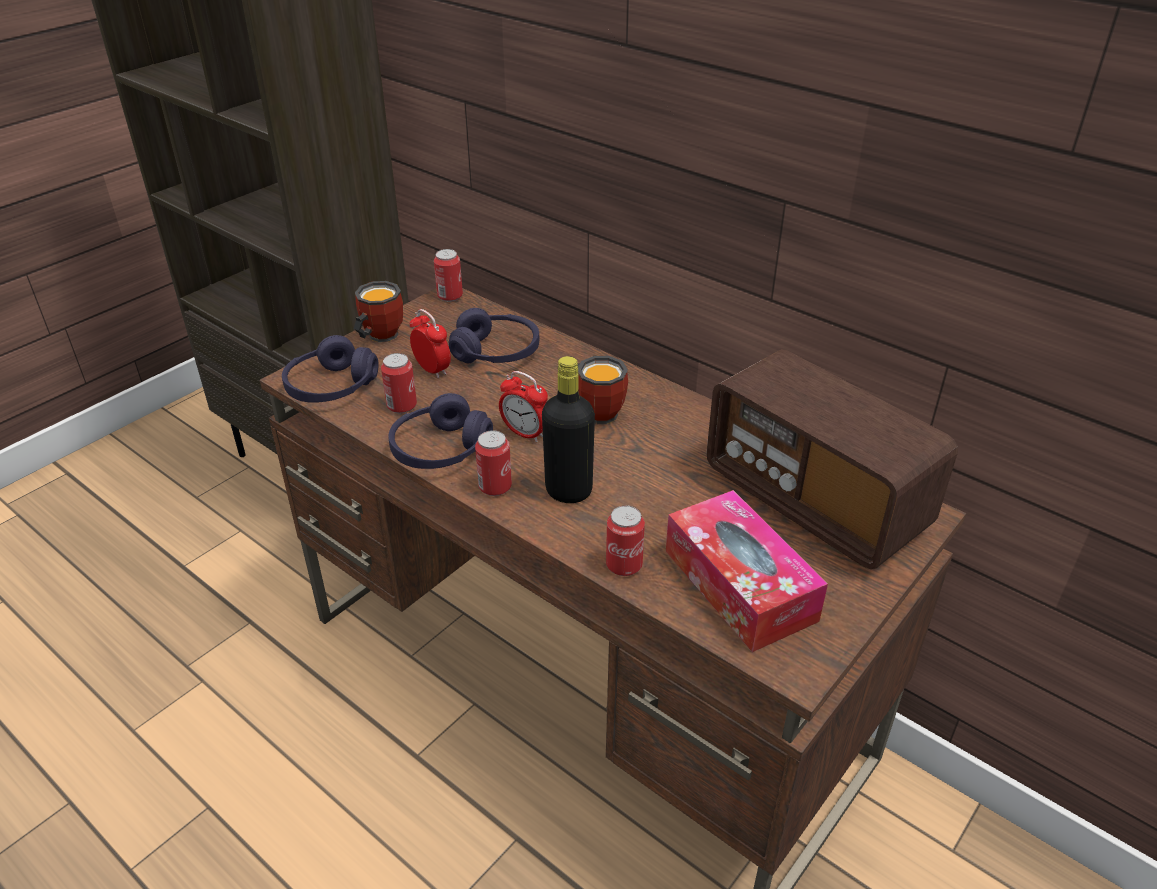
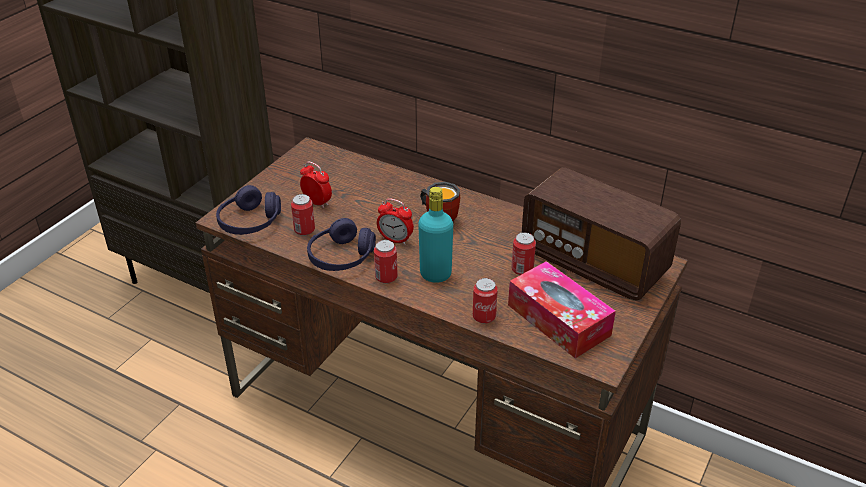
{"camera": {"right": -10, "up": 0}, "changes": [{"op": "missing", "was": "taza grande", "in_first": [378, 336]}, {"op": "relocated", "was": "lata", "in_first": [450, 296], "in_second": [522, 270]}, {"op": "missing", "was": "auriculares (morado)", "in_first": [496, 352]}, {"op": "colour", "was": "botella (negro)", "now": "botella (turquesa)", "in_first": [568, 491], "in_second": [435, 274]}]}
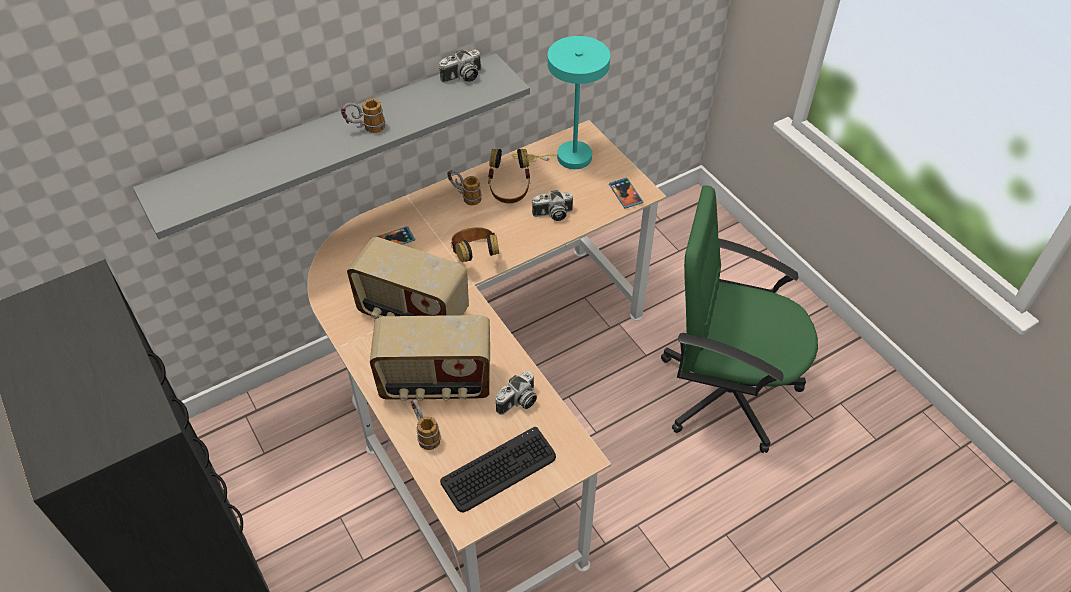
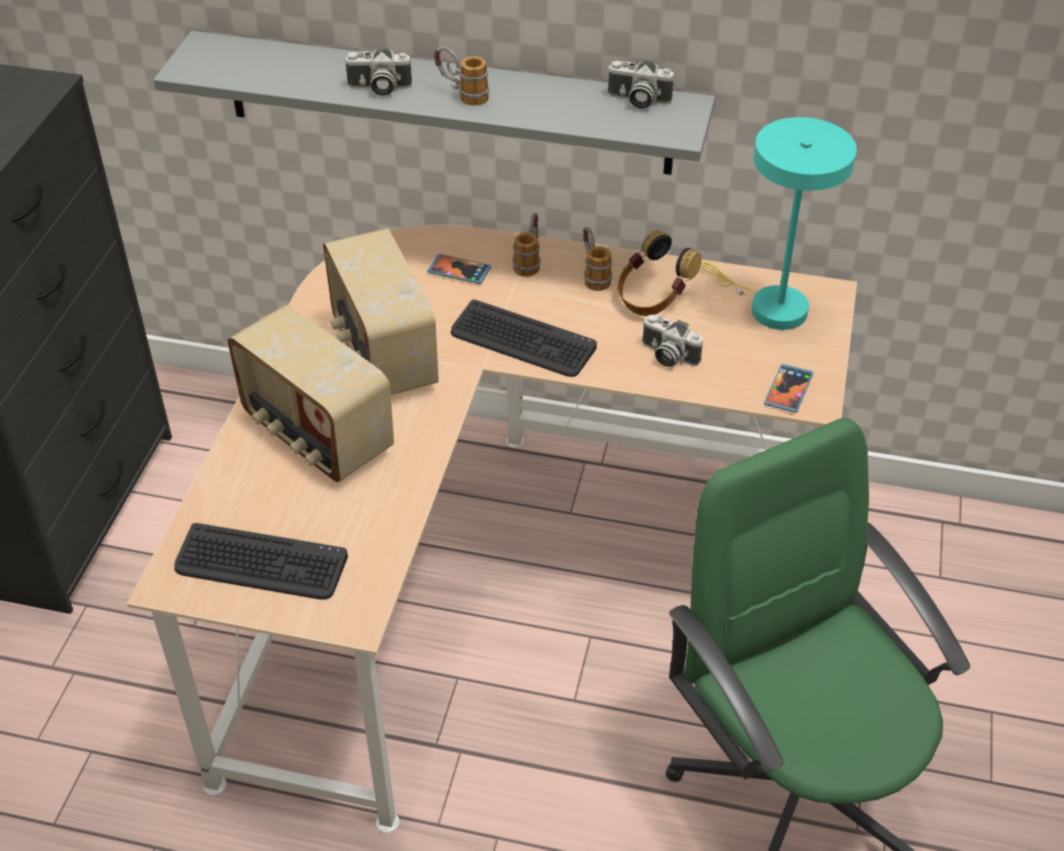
{"camera": {"right": 45, "up": -5}, "changes": [{"op": "relocated", "was": "taza grande", "in_first": [424, 433], "in_second": [529, 261]}, {"op": "exchanged", "was": "auriculares", "now": "teclado", "in_first": [475, 255], "in_second": [522, 341]}, {"op": "relocated", "was": "cámara", "in_first": [518, 402], "in_second": [378, 88]}]}
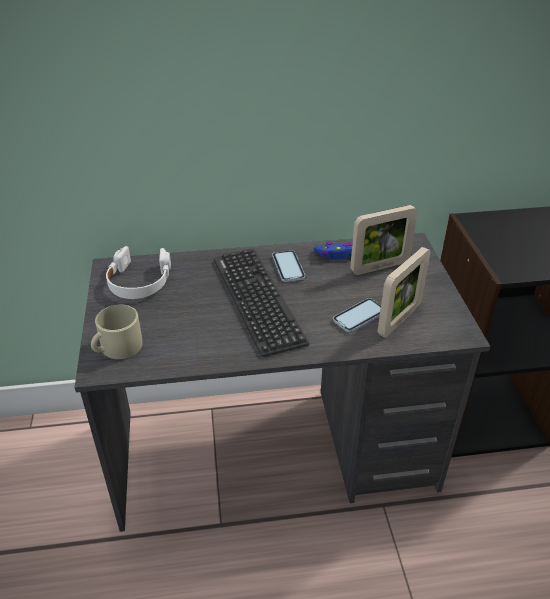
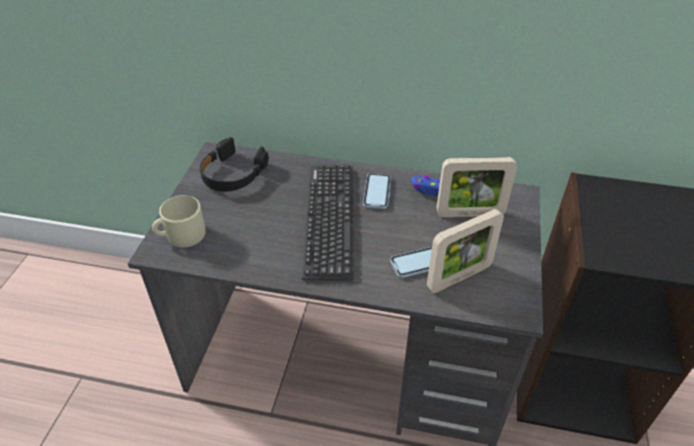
{"camera": {"right": 20, "up": 5}, "changes": [{"op": "colour", "was": "auriculares (blanco)", "now": "auriculares (negro)", "in_first": [139, 281], "in_second": [232, 174]}]}
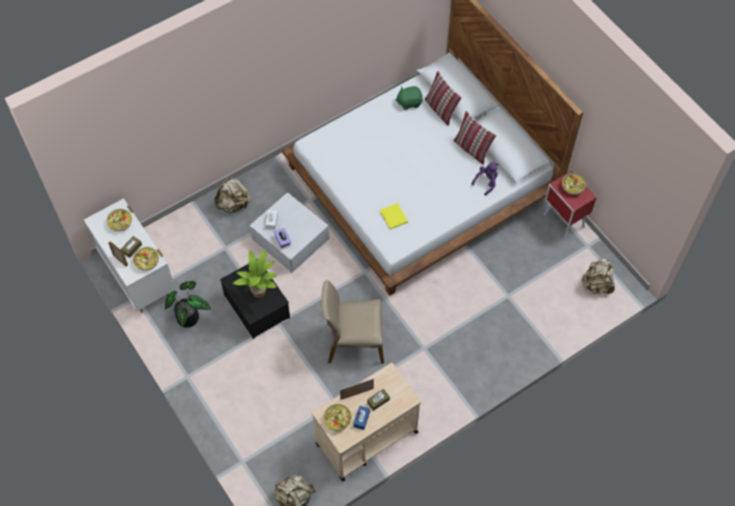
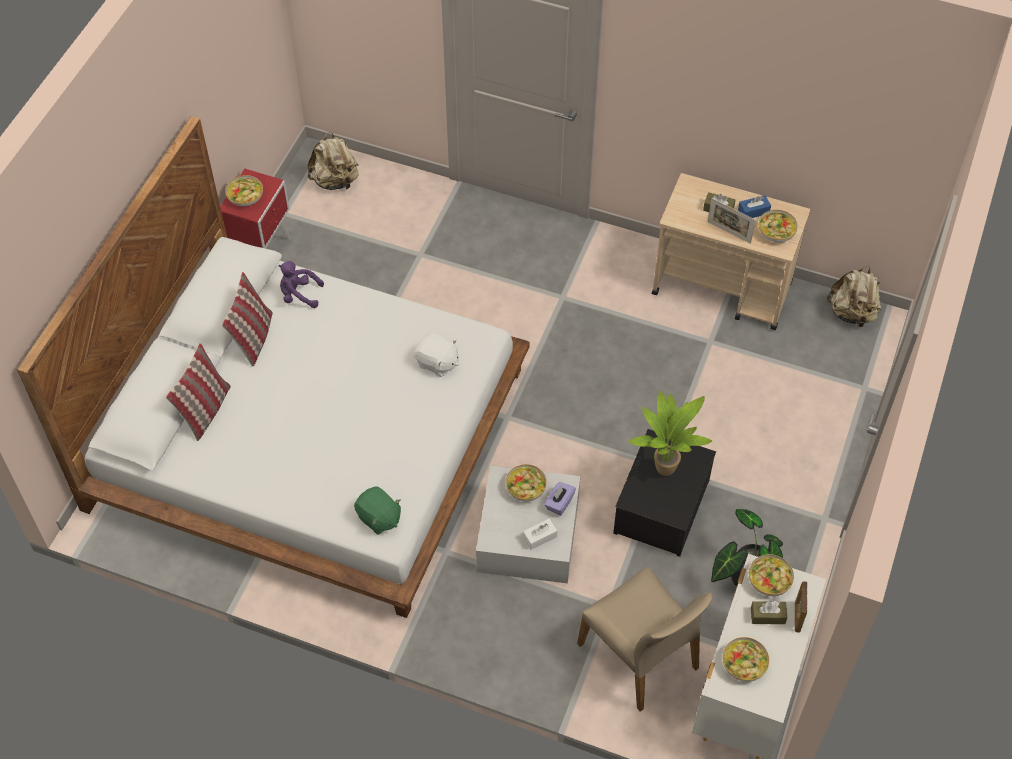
{"camera": {"right": -125, "up": -5}, "changes": [{"op": "missing", "was": "mochila (beis)", "in_first": [234, 204]}, {"op": "relocated", "was": "silla (beis)", "in_first": [354, 341], "in_second": [640, 656]}, {"op": "exchanged", "was": "libro (amarillo)", "now": "peluche (blanco)", "in_first": [394, 217], "in_second": [437, 363]}, {"op": "relocated", "was": "peluche (verde)", "in_first": [409, 102], "in_second": [378, 518]}, {"op": "appeared", "now": "cuenco", "in_second": [525, 488]}]}
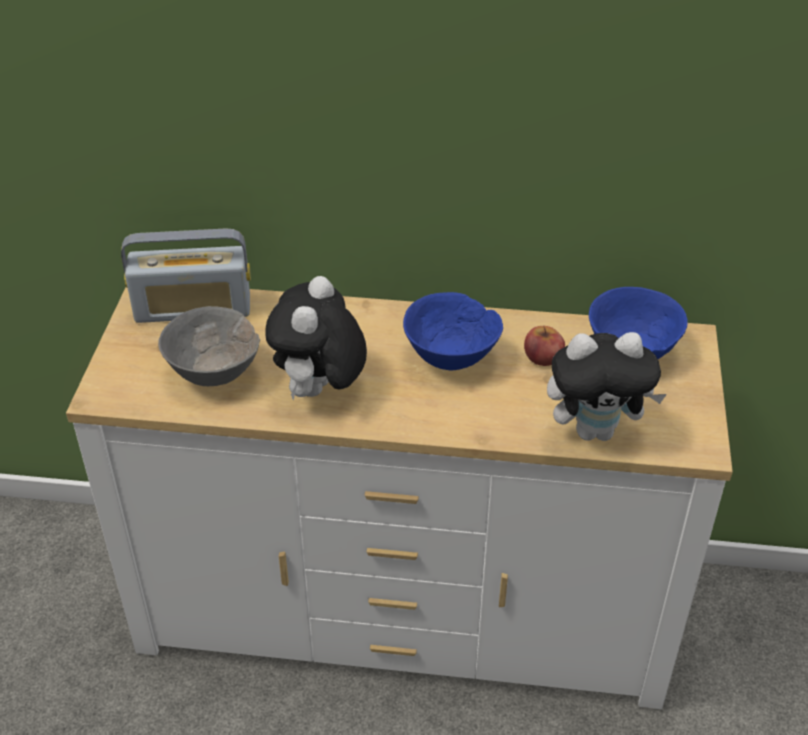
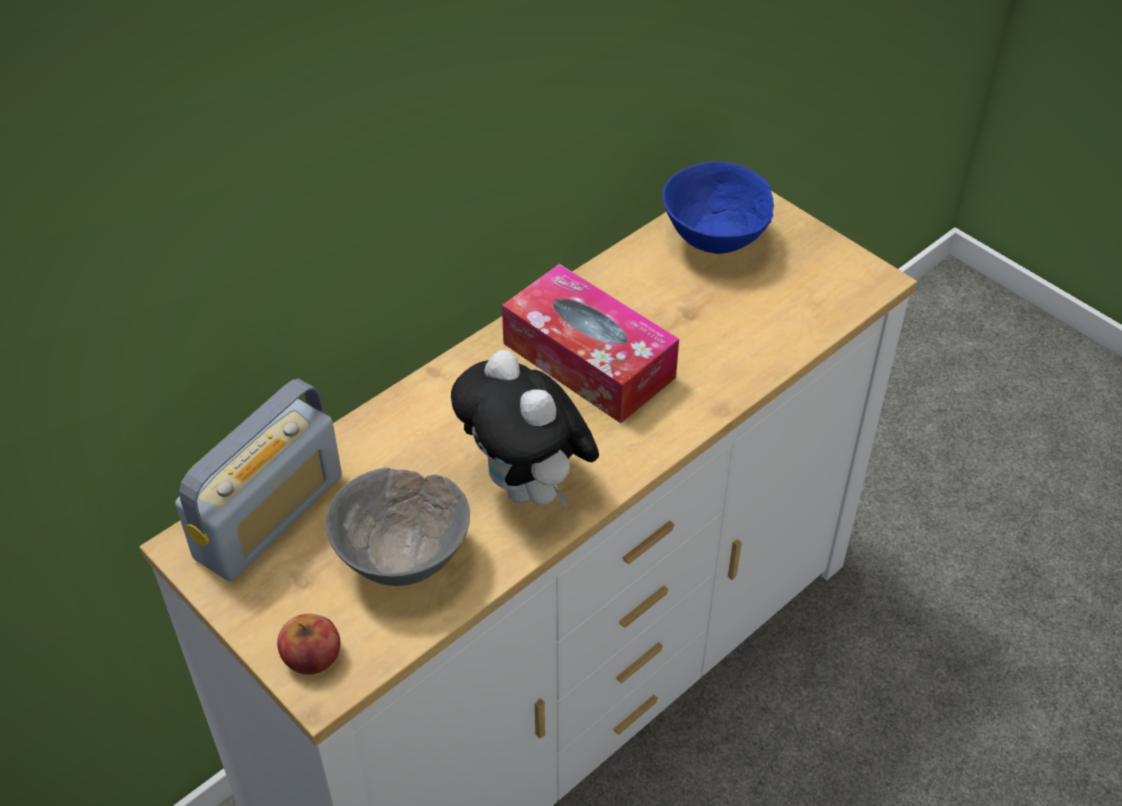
{"camera": {"right": -50, "up": 5}, "changes": [{"op": "exchanged", "was": "cuenco (azul)", "now": "caja de pañuelos", "in_first": [451, 358], "in_second": [588, 360]}, {"op": "relocated", "was": "manzana", "in_first": [543, 356], "in_second": [312, 655]}, {"op": "missing", "was": "peluche", "in_first": [596, 430]}]}
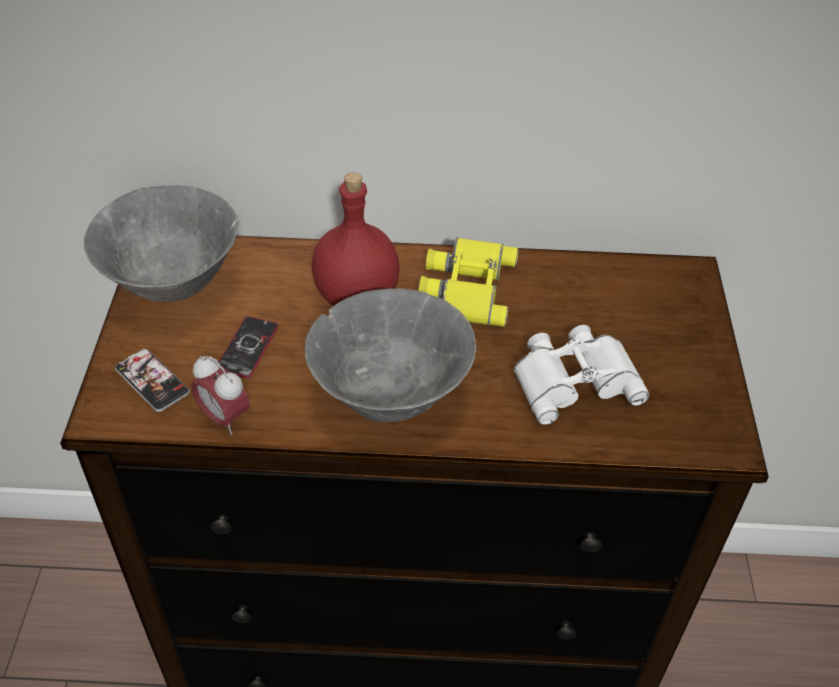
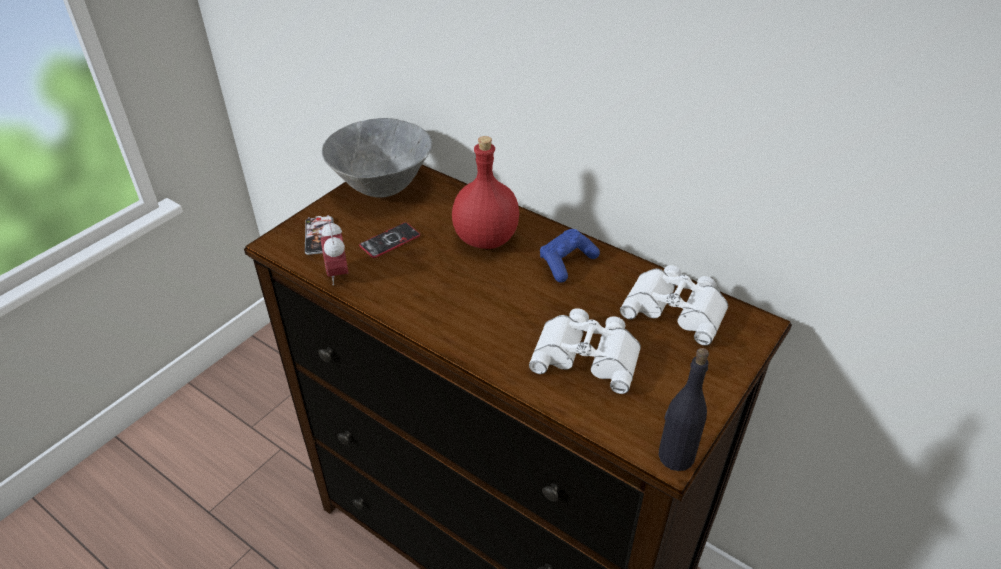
{"camera": {"right": 35, "up": -5}, "changes": [{"op": "missing", "was": "cuenco (gris)", "in_first": [390, 397]}, {"op": "exchanged", "was": "prismáticos (amarillo)", "now": "mando de consola (azul)", "in_first": [466, 287], "in_second": [566, 263]}, {"op": "appeared", "now": "prismáticos (blanco)", "in_second": [676, 308]}, {"op": "appeared", "now": "botella (negro)", "in_second": [675, 456]}]}
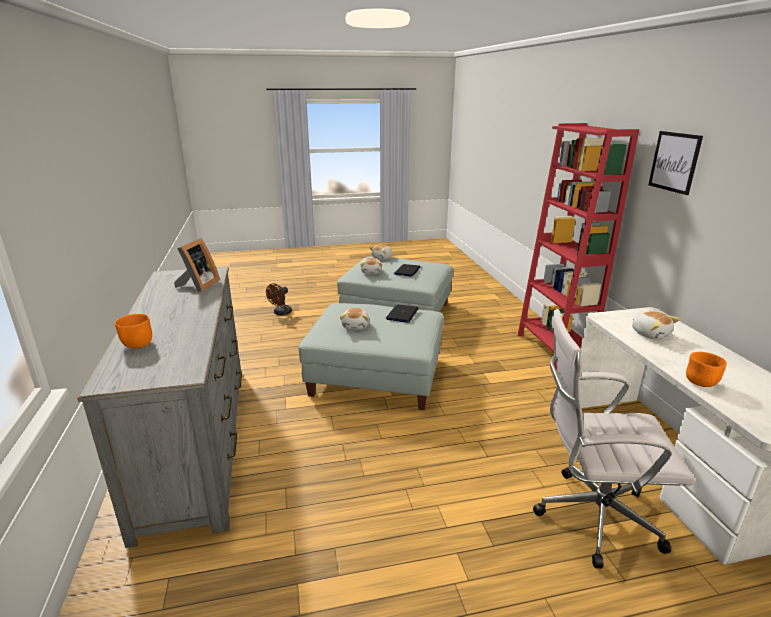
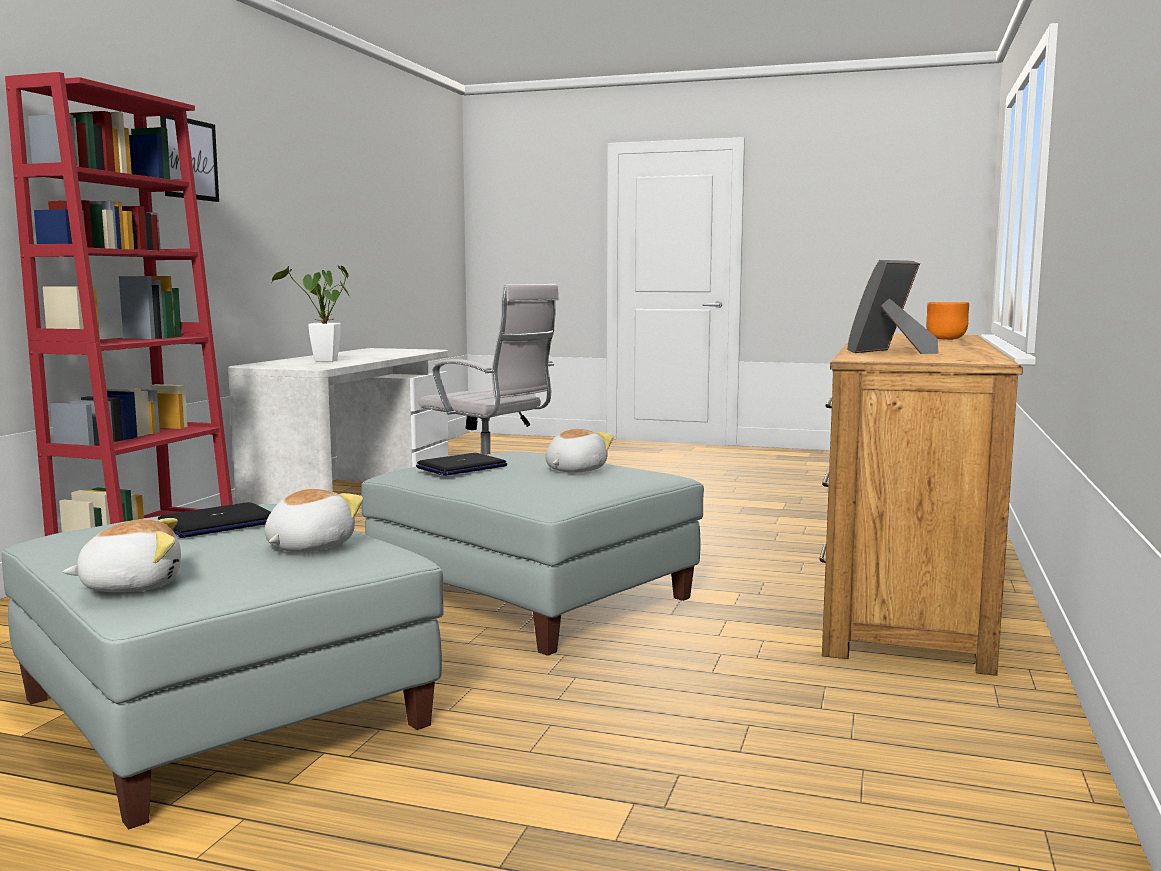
{"camera": {"right": -150, "up": -15}, "changes": [{"op": "colour", "was": "cómoda (gris)", "now": "cómoda (marrón)", "in_first": [197, 440], "in_second": [905, 588]}, {"op": "missing", "was": "ventilador (marrón)", "in_first": [281, 313]}, {"op": "exchanged", "was": "peluche", "now": "planta en maceta", "in_first": [650, 334], "in_second": [323, 361]}, {"op": "missing", "was": "cuenco (naranja)", "in_first": [701, 383]}]}
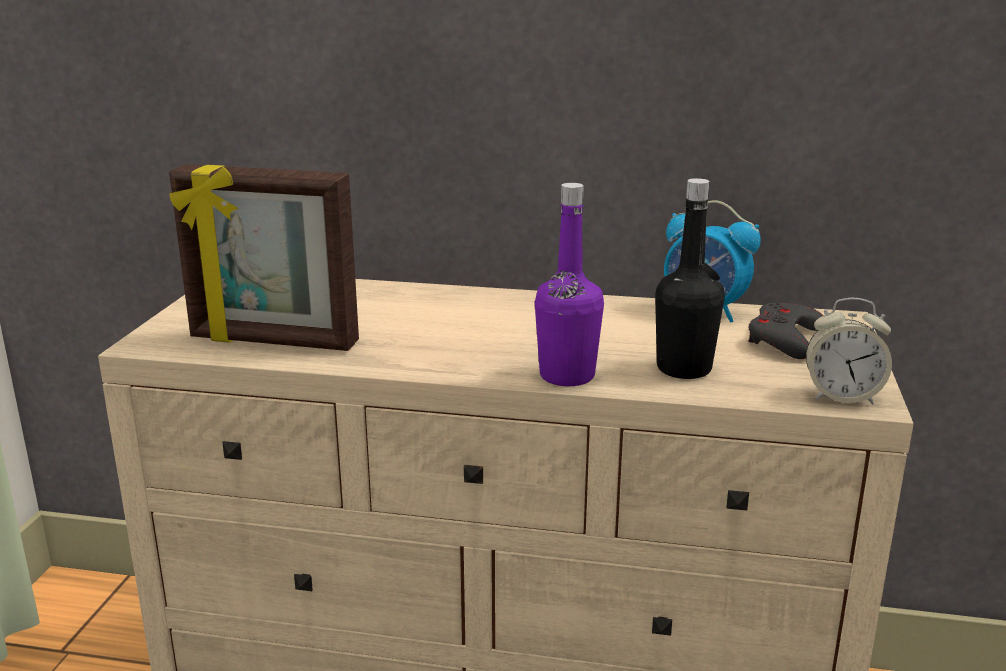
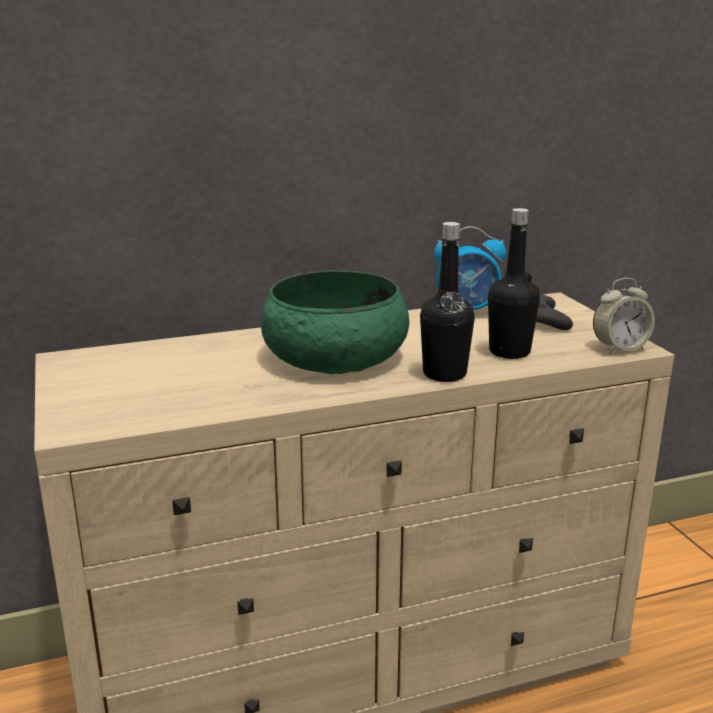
{"camera": {"right": -30, "up": 0}, "changes": [{"op": "missing", "was": "portarretratos", "in_first": [273, 342]}, {"op": "colour", "was": "botella (morado)", "now": "botella (negro)", "in_first": [567, 376], "in_second": [444, 374]}, {"op": "appeared", "now": "cuenco (verde)", "in_second": [335, 356]}]}
